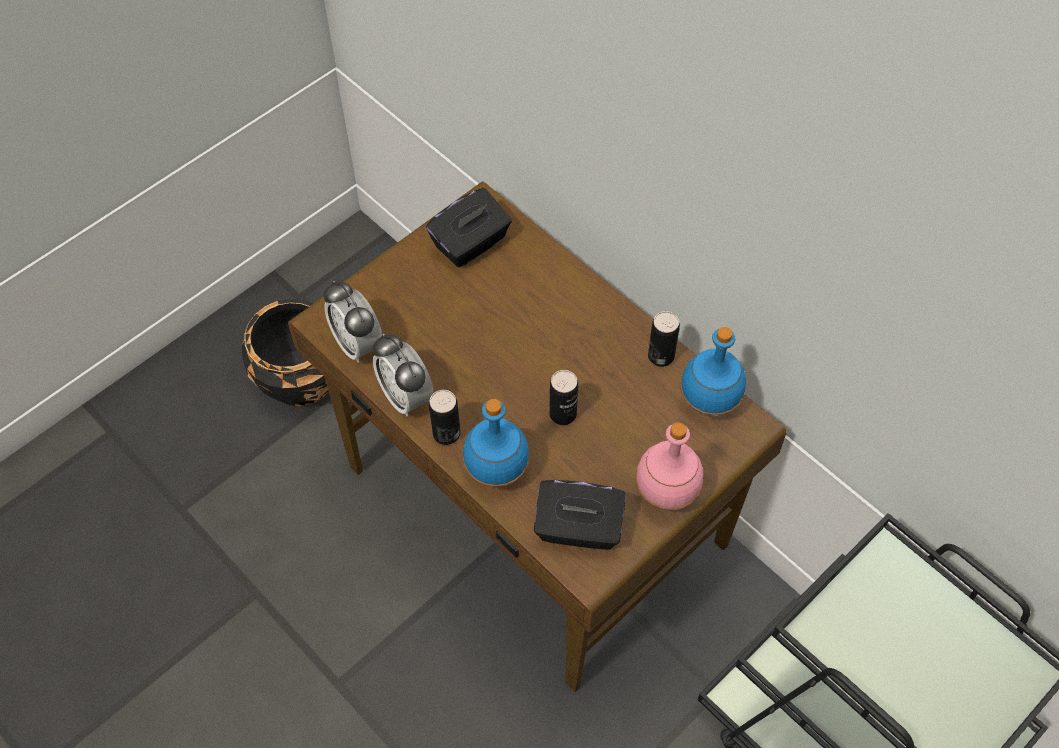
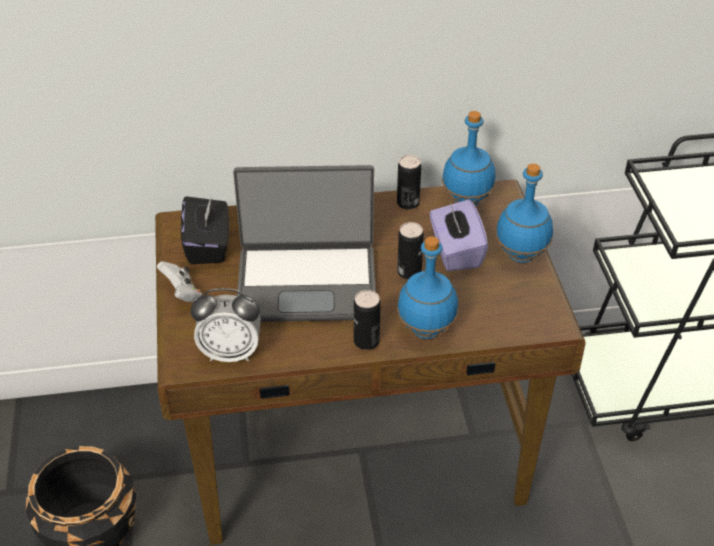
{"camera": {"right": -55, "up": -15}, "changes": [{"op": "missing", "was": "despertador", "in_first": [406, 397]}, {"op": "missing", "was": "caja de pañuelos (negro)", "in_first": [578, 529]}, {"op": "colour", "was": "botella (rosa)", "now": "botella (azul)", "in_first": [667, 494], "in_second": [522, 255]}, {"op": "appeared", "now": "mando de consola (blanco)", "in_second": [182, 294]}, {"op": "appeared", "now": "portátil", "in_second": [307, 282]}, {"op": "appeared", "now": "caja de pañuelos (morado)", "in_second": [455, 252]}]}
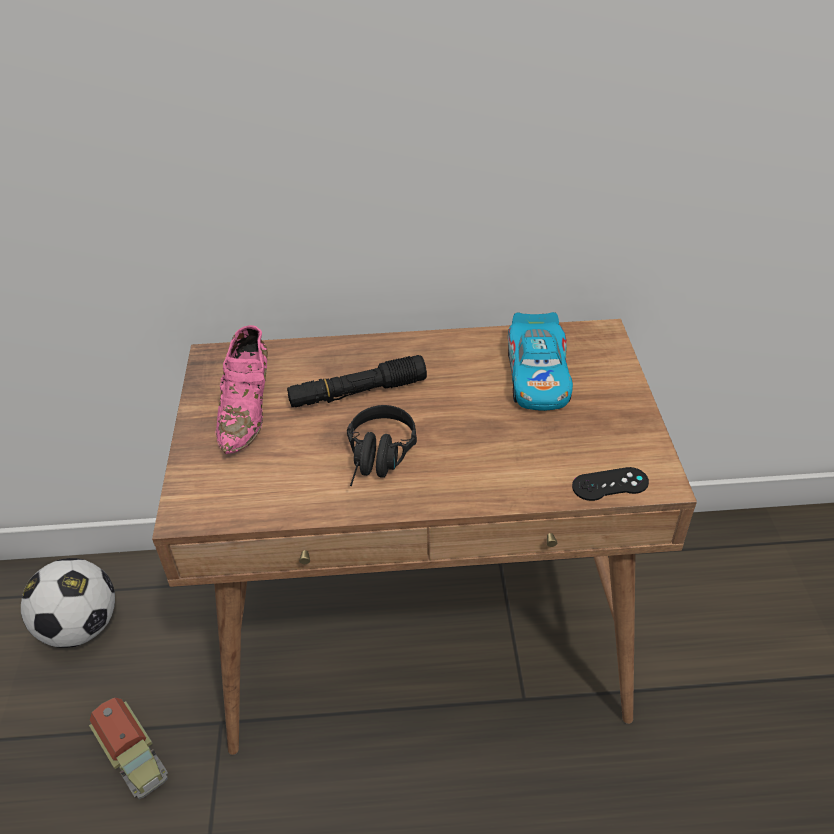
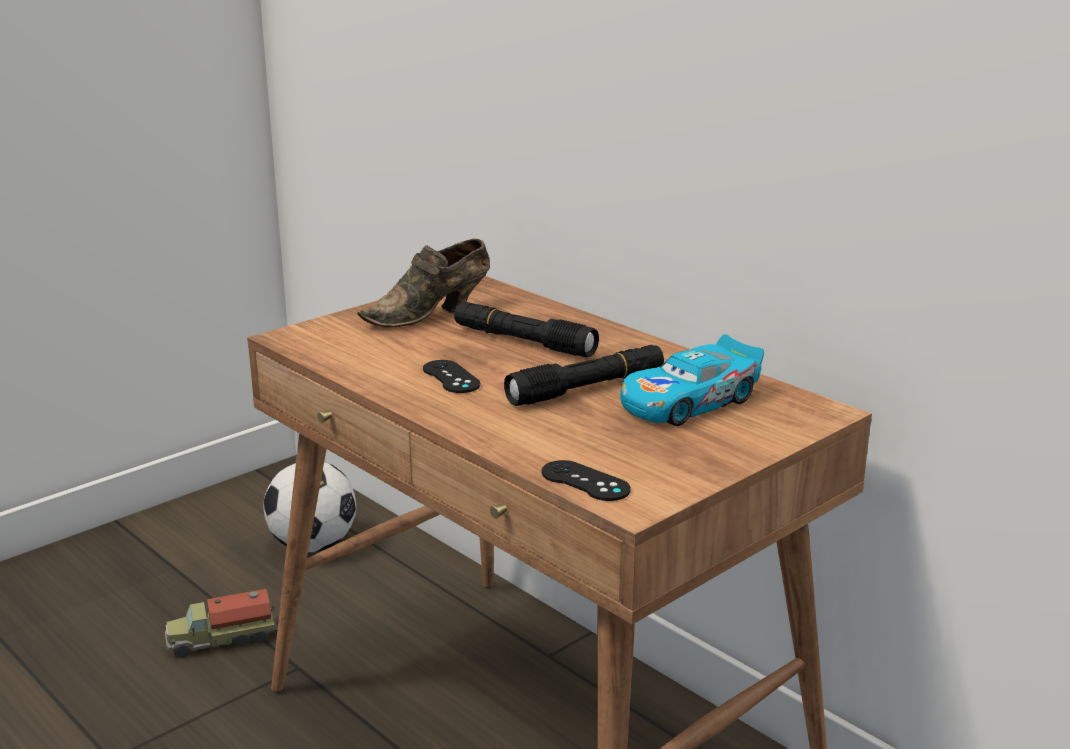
{"camera": {"right": 50, "up": -20}, "changes": [{"op": "spun", "was": "camión de juguete", "in_first": [133, 755], "in_second": [222, 639], "clockwise": 60}, {"op": "colour", "was": "zapato (rosa)", "now": "zapato (marrón)", "in_first": [248, 410], "in_second": [431, 315]}, {"op": "exchanged", "was": "auriculares (negro)", "now": "mando de consola (negro)", "in_first": [379, 460], "in_second": [451, 377]}, {"op": "appeared", "now": "linterna (negro)", "in_second": [586, 388]}]}
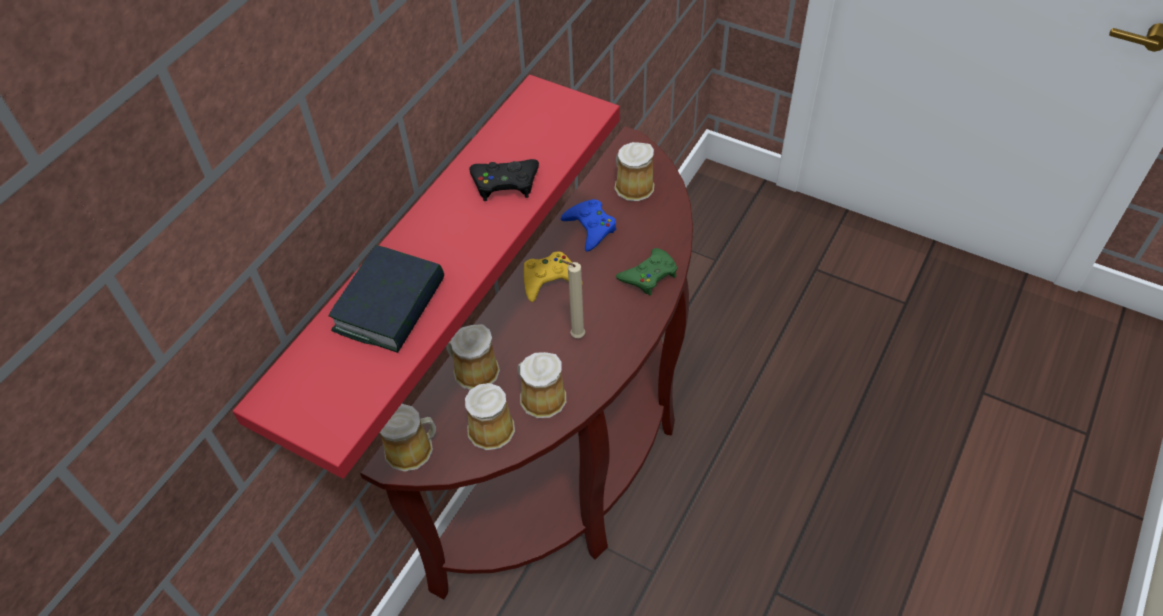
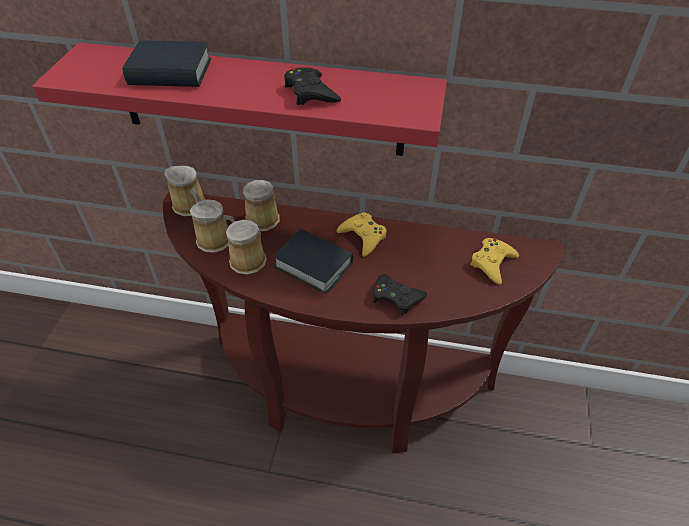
{"camera": {"right": 70, "up": -5}, "changes": [{"op": "exchanged", "was": "vela (beis)", "now": "libro", "in_first": [575, 336], "in_second": [313, 265]}, {"op": "missing", "was": "mando de consola (azul)", "in_first": [590, 228]}, {"op": "exchanged", "was": "taza grande", "now": "mando de consola (amarillo)", "in_first": [632, 186], "in_second": [492, 263]}, {"op": "colour", "was": "mando de consola (verde)", "now": "mando de consola (negro)", "in_first": [649, 275], "in_second": [396, 297]}]}
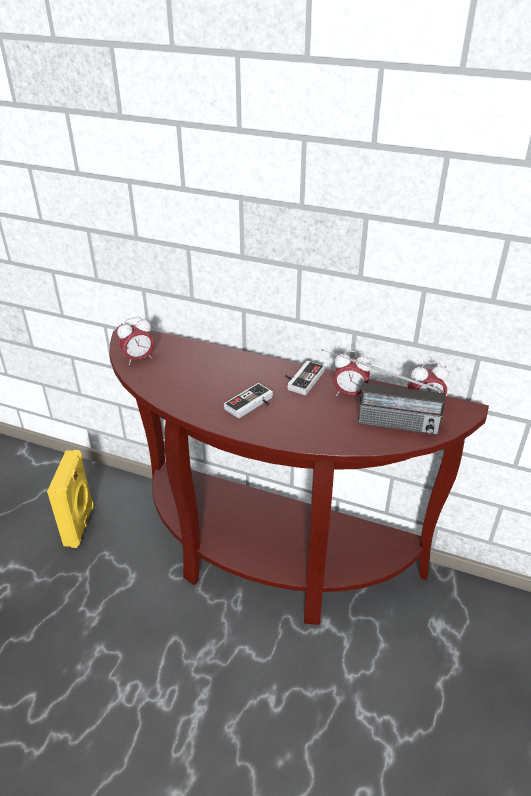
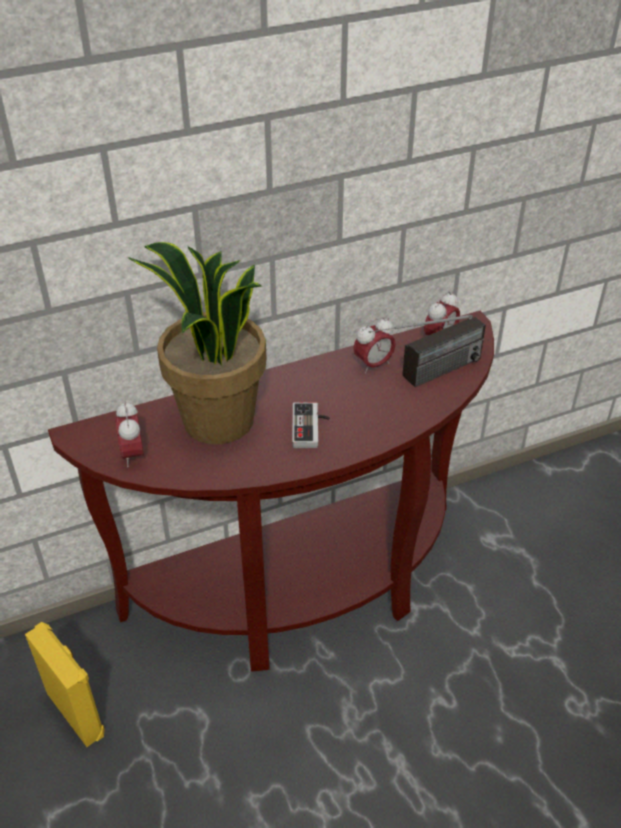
{"camera": {"right": -45, "up": 5}, "changes": [{"op": "spun", "was": "despertador", "in_first": [138, 359], "in_second": [133, 454], "clockwise": 150}, {"op": "missing", "was": "mando de consola", "in_first": [301, 379]}, {"op": "appeared", "now": "planta en maceta", "in_second": [217, 421]}]}
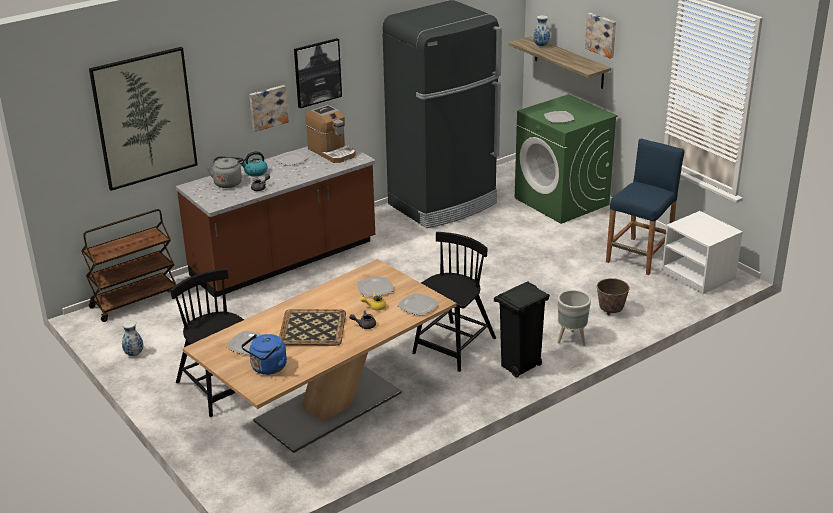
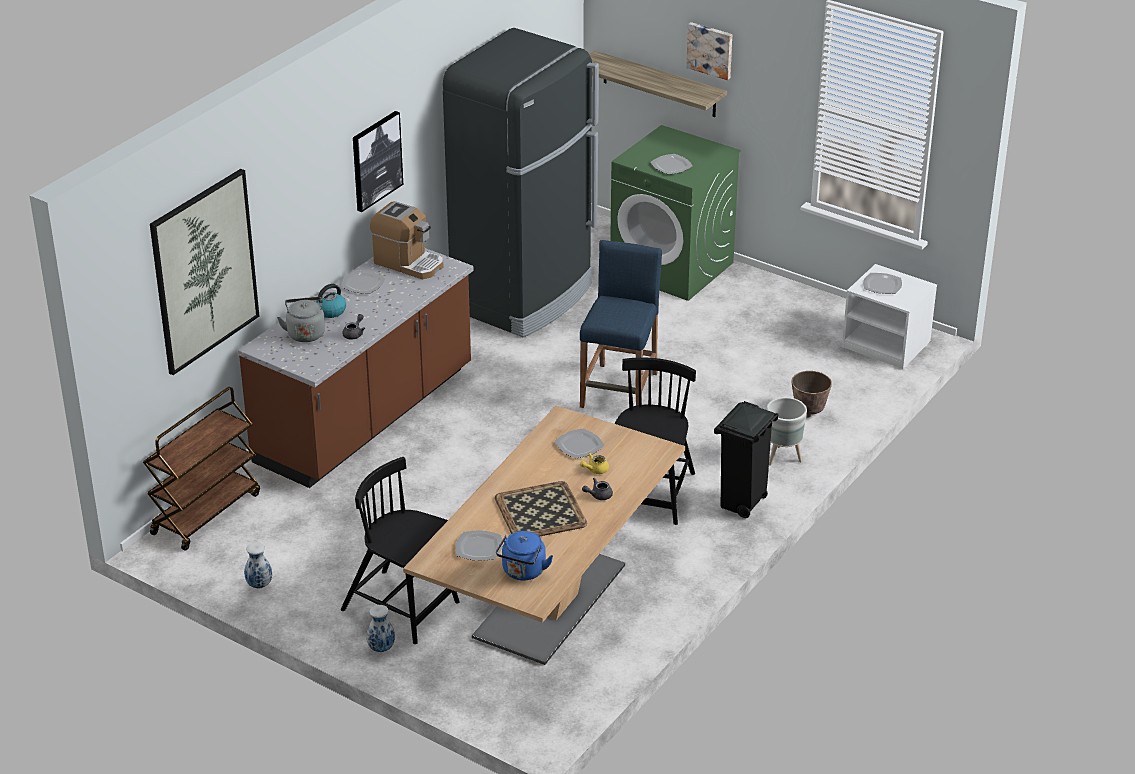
{"camera": {"right": -20, "up": 5}, "changes": [{"op": "missing", "was": "cuadro", "in_first": [268, 107]}, {"op": "relocated", "was": "plato", "in_first": [418, 305], "in_second": [882, 285]}, {"op": "relocated", "was": "florero", "in_first": [541, 45], "in_second": [381, 648]}, {"op": "relocated", "was": "taburete (azul)", "in_first": [640, 256], "in_second": [620, 390]}]}
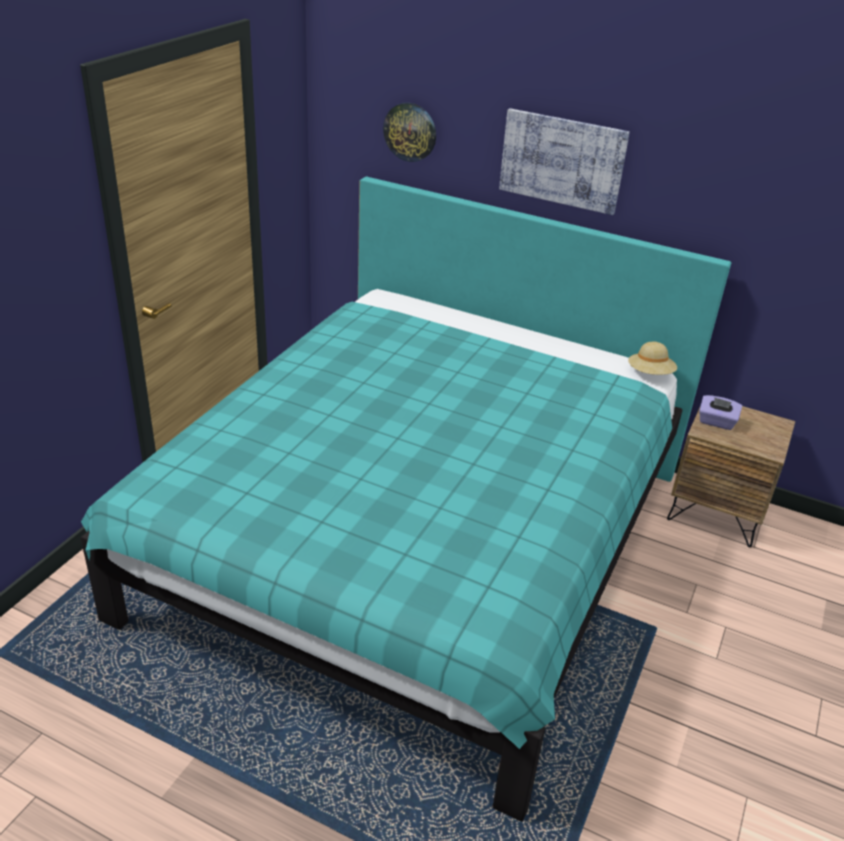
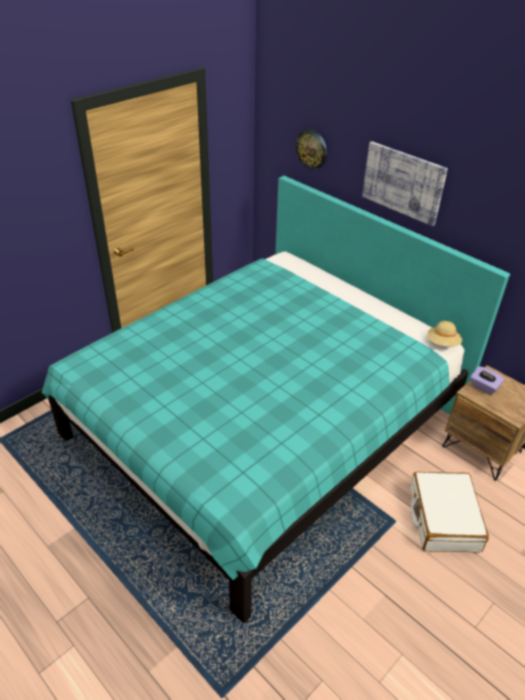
{"camera": {"right": 20, "up": 5}, "changes": [{"op": "appeared", "now": "maleta (blanco)", "in_second": [443, 519]}]}
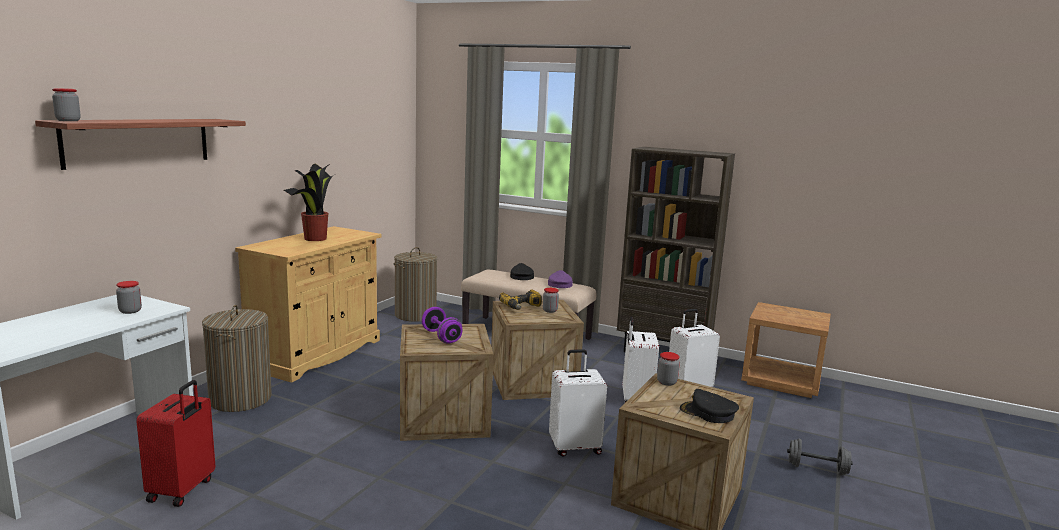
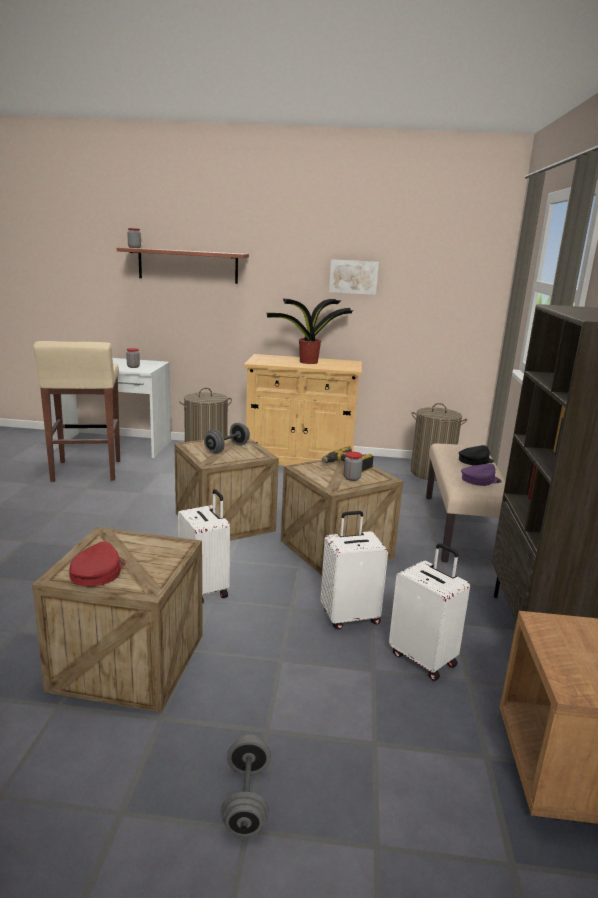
{"camera": {"right": 70, "up": 5}, "changes": [{"op": "exchanged", "was": "maleta (rojo)", "now": "taburete (beis)", "in_first": [182, 490], "in_second": [86, 471]}, {"op": "colour", "was": "mancuerna (morado)", "now": "mancuerna (gris)", "in_first": [441, 337], "in_second": [227, 448]}, {"op": "missing", "was": "tarro", "in_first": [666, 382]}, {"op": "colour", "was": "gorra (negro)", "now": "gorra (rojo)", "in_first": [708, 413], "in_second": [97, 571]}, {"op": "appeared", "now": "cuadro", "in_second": [353, 277]}]}
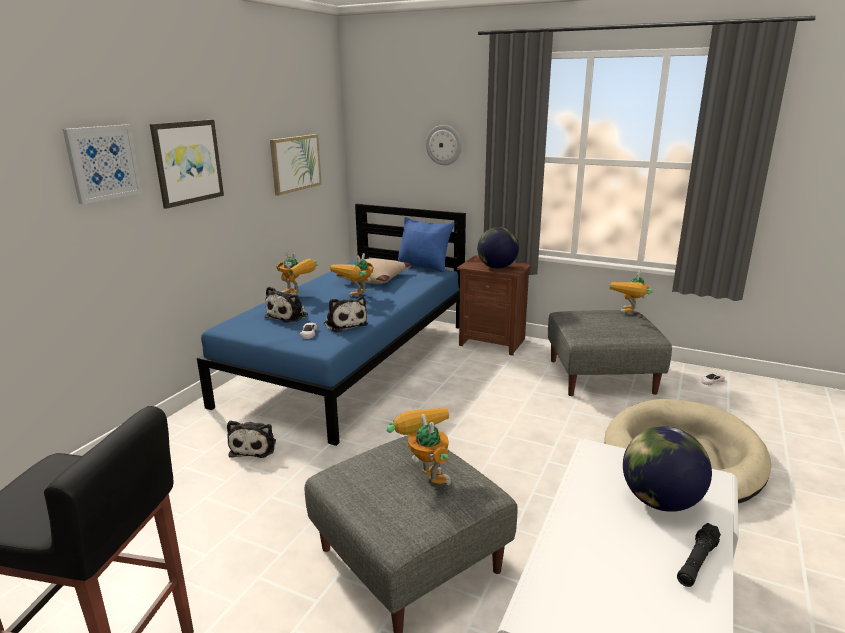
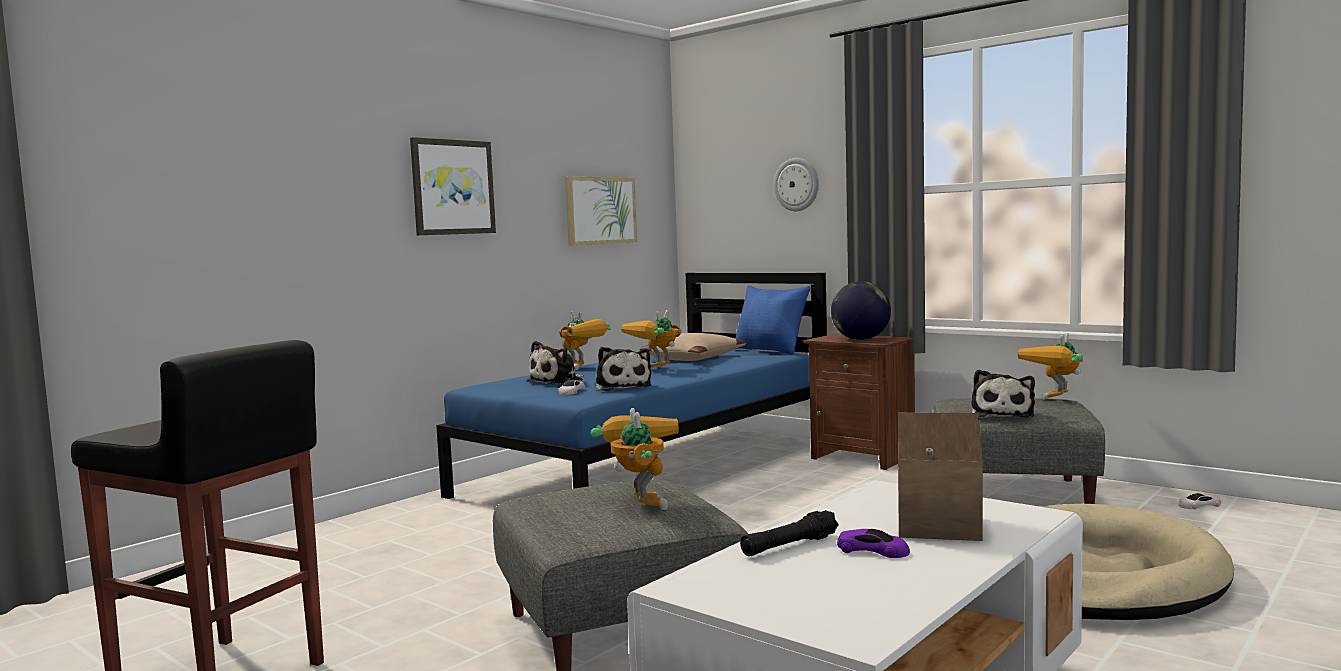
{"camera": {"right": 15, "up": -15}, "changes": [{"op": "missing", "was": "cuadro", "in_first": [103, 163]}, {"op": "relocated", "was": "peluche", "in_first": [254, 447], "in_second": [1002, 414]}, {"op": "exchanged", "was": "globo terráqueo", "now": "casita", "in_first": [659, 501], "in_second": [937, 525]}, {"op": "relocated", "was": "linterna (negro)", "in_first": [697, 562], "in_second": [789, 546]}, {"op": "appeared", "now": "coche de juguete (morado)", "in_second": [873, 551]}]}
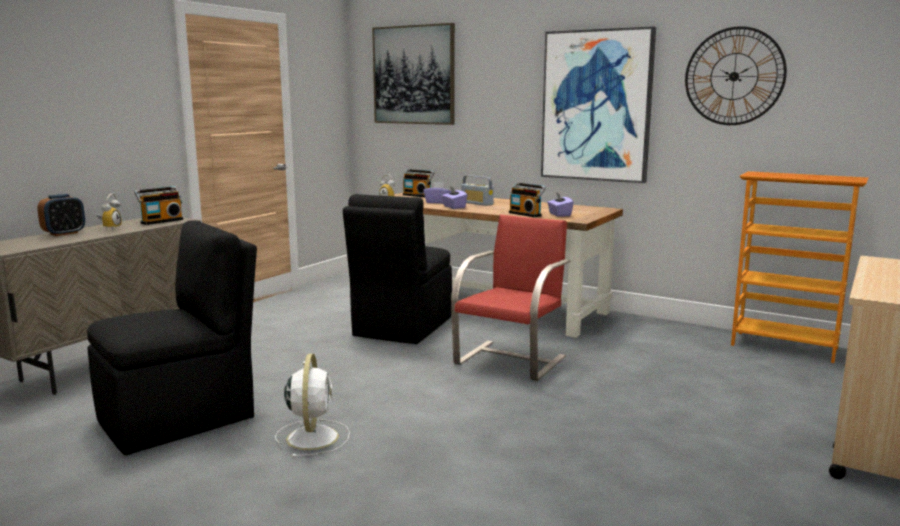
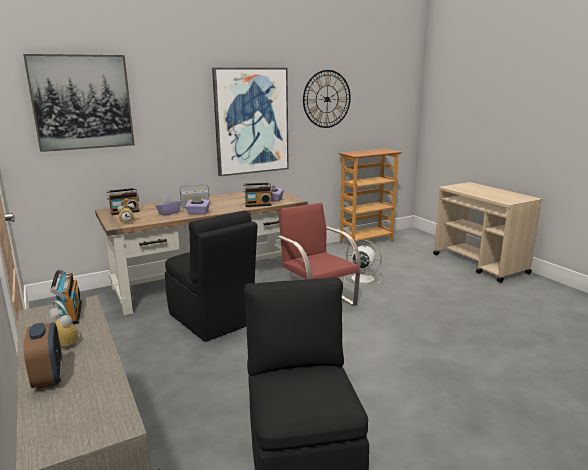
{"camera": {"right": -60, "up": 5}, "changes": [{"op": "relocated", "was": "ventilador (blanco)", "in_first": [313, 436], "in_second": [361, 278]}]}
